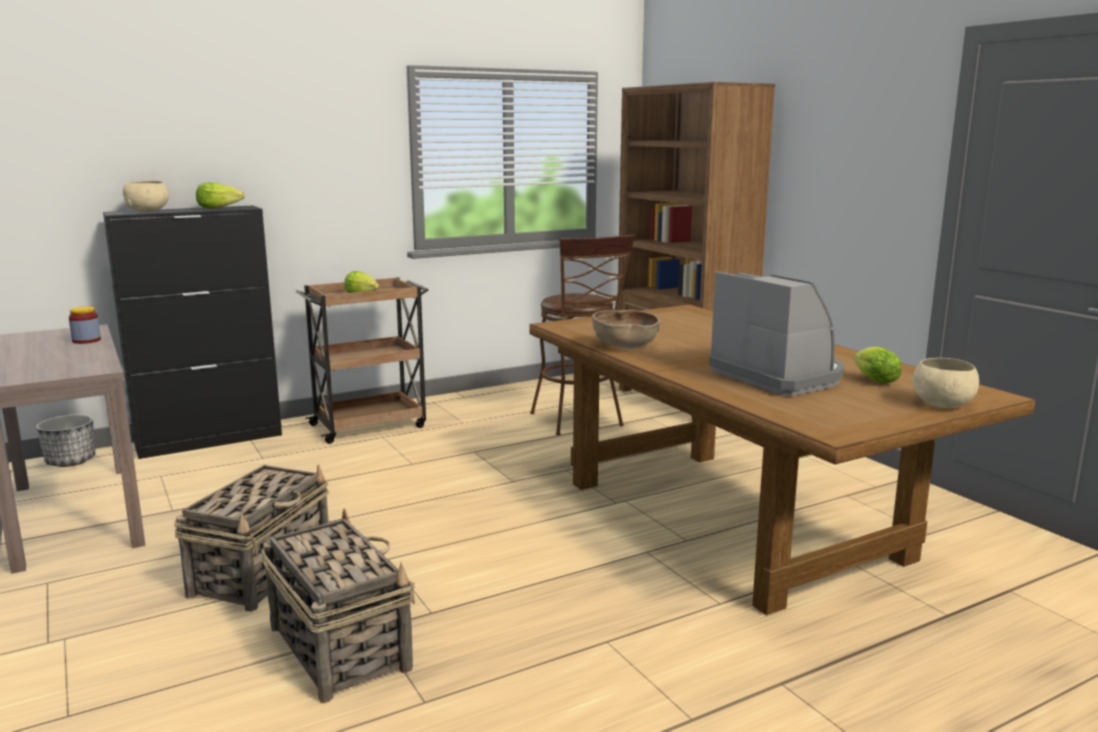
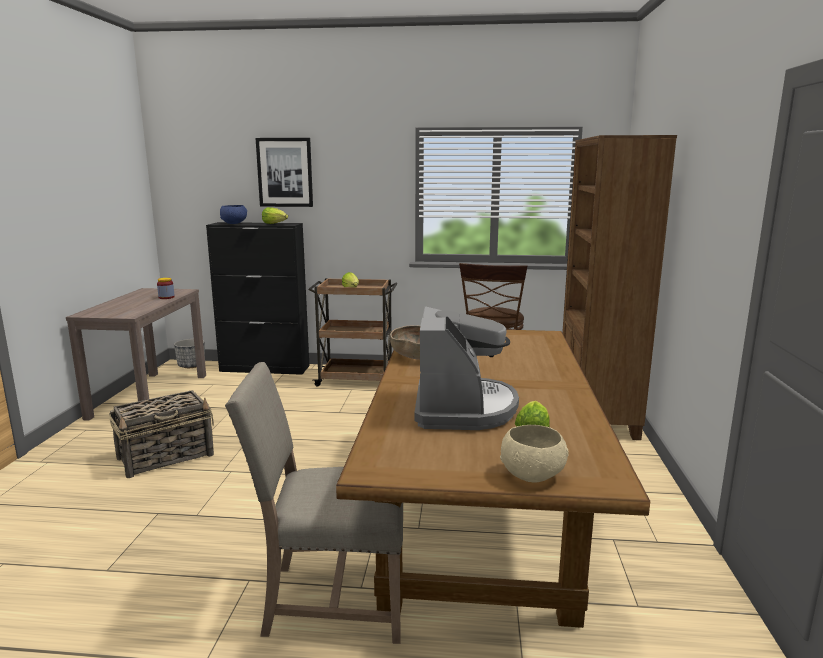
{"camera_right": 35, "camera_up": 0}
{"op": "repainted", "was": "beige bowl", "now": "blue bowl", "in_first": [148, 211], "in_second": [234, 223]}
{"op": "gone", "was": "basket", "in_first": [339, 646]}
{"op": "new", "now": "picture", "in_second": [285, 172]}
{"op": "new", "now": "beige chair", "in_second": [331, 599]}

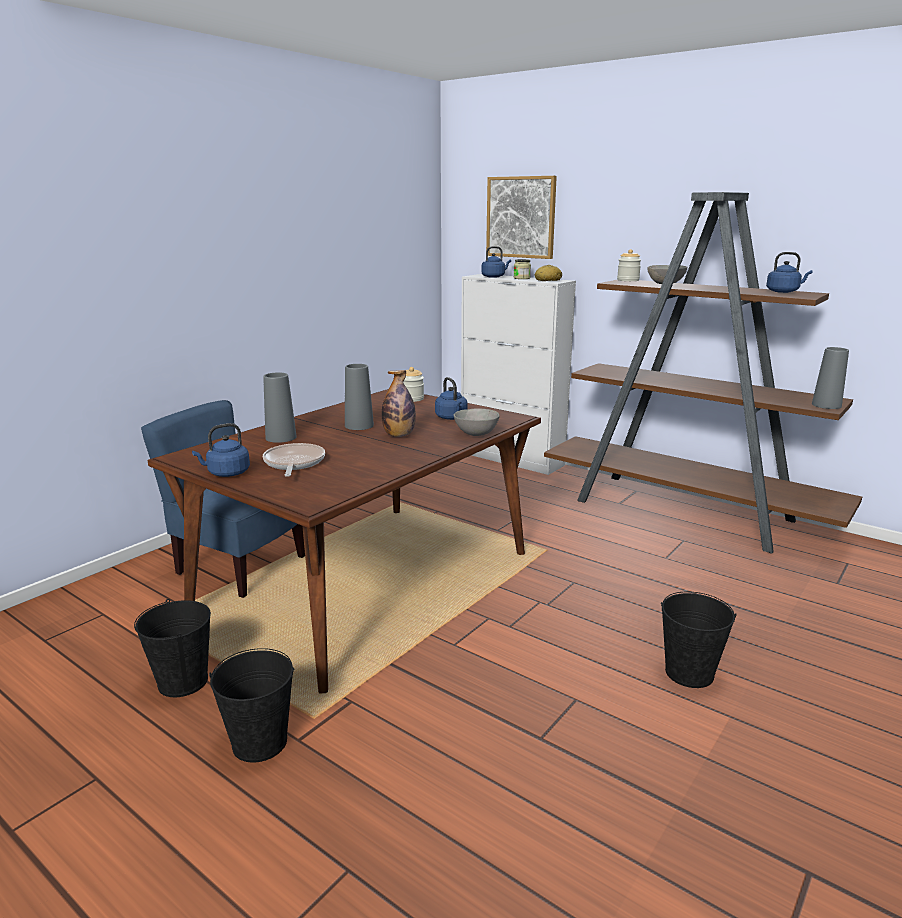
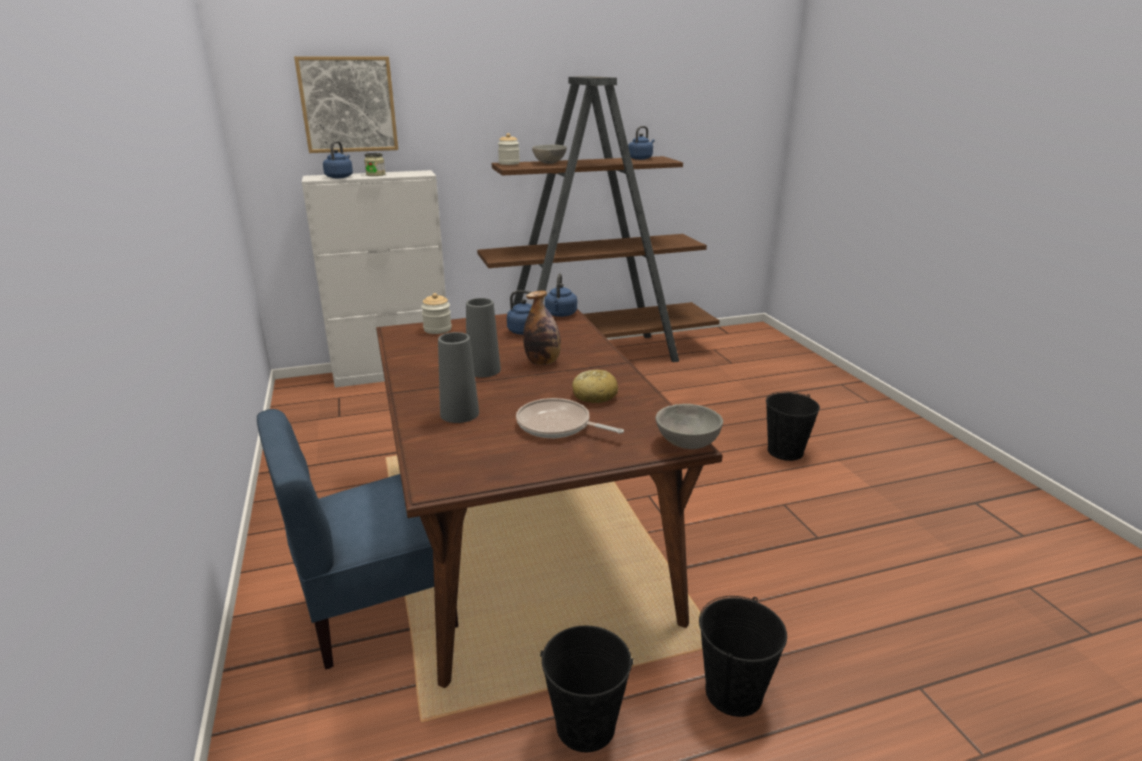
{"camera_right": -55, "camera_up": 5}
{"op": "shifted", "was": "bread", "in_first": [548, 280], "in_second": [594, 395]}
{"op": "gone", "was": "grey vase", "in_first": [826, 405]}
{"op": "shifted", "was": "grey bowl", "in_first": [475, 434], "in_second": [686, 445]}
{"op": "shifted", "was": "blue kettle", "in_first": [226, 473], "in_second": [560, 314]}

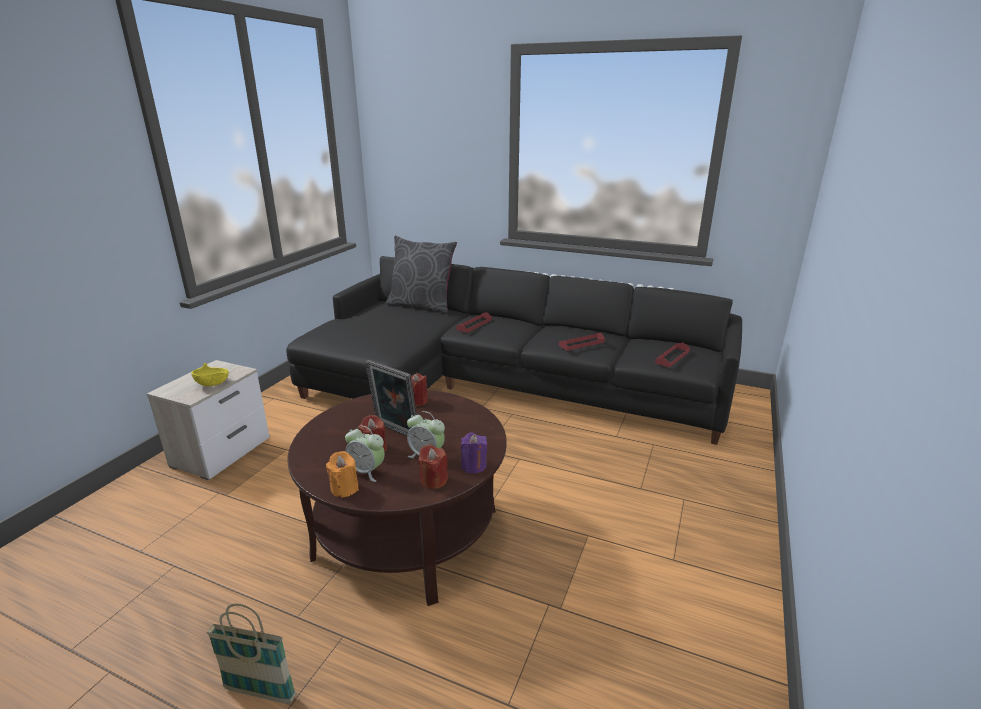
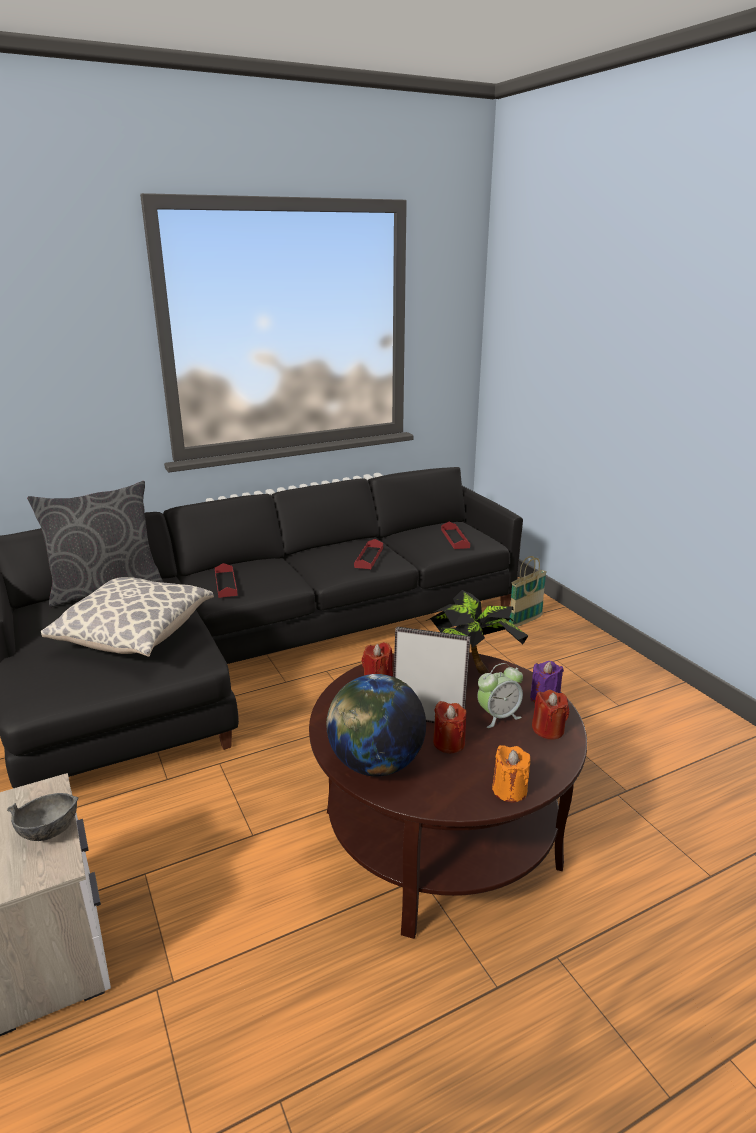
{"camera_right": -50, "camera_up": 0}
{"op": "rotated", "was": "picture frame", "in_first": [395, 432], "in_second": [428, 717], "clockwise": -150}
{"op": "repainted", "was": "yellow bowl", "now": "grey bowl", "in_first": [213, 384], "in_second": [49, 830]}
{"op": "gone", "was": "alarm clock", "in_first": [367, 471]}
{"op": "shifted", "was": "basket", "in_first": [260, 692], "in_second": [525, 621]}
{"op": "new", "now": "pillow", "in_second": [135, 636]}
{"op": "new", "now": "potted plant", "in_second": [470, 669]}
{"op": "new", "now": "globe", "in_second": [376, 764]}

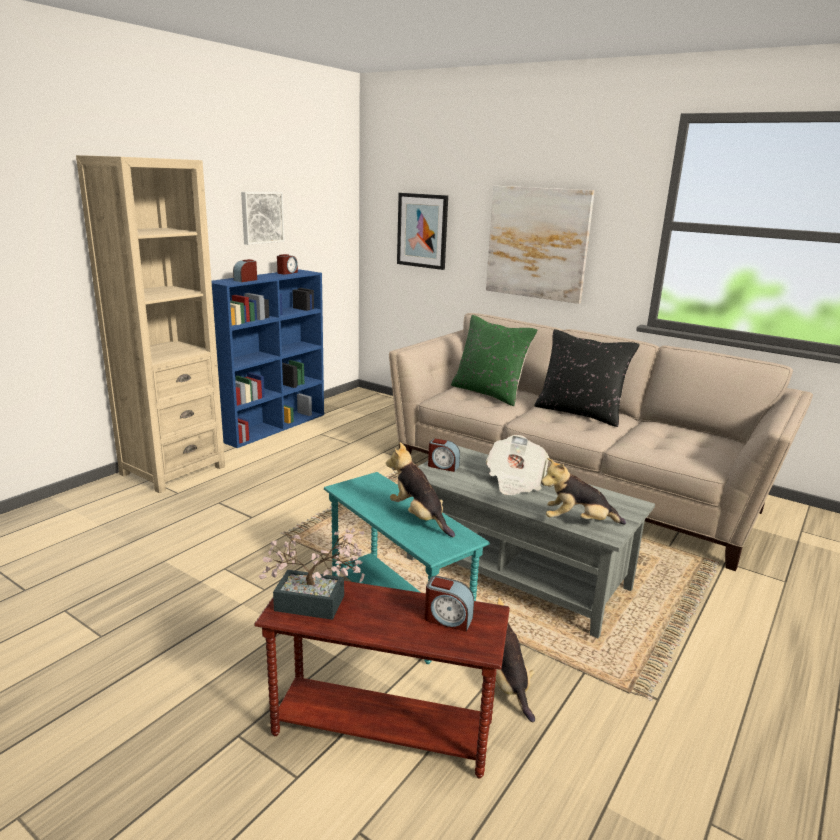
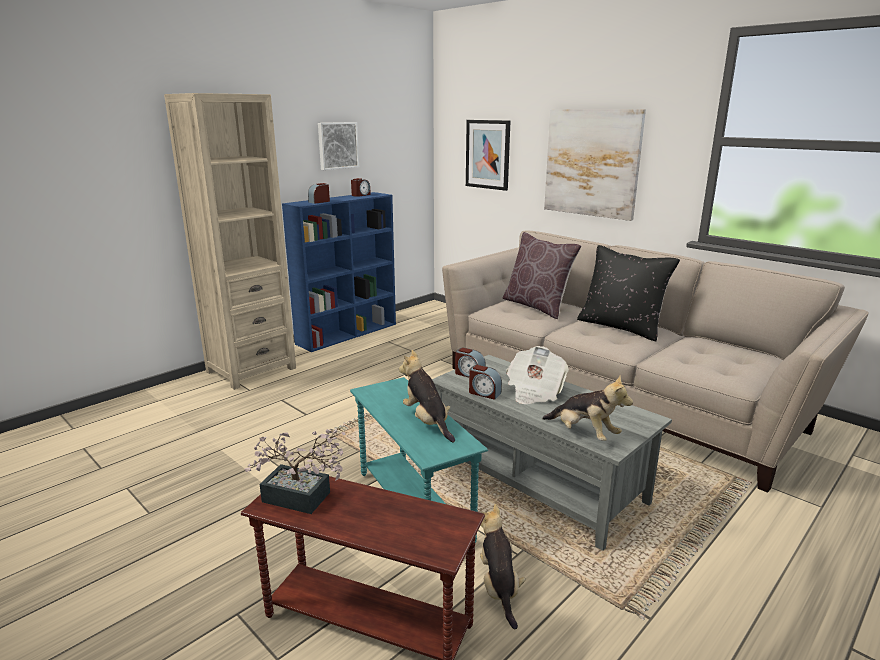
{"camera_right": 10, "camera_up": 0}
{"op": "repainted", "was": "green pillow", "now": "brown pillow", "in_first": [489, 393], "in_second": [537, 306]}
{"op": "rotated", "was": "plush toy", "in_first": [577, 522], "in_second": [584, 434], "clockwise": -150}
{"op": "shifted", "was": "alarm clock", "in_first": [448, 619], "in_second": [484, 393]}

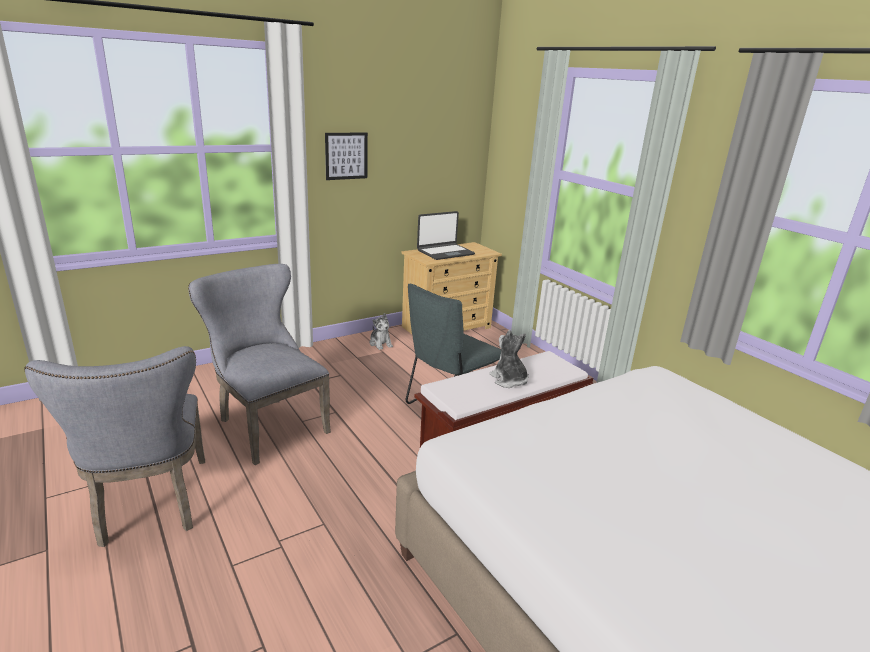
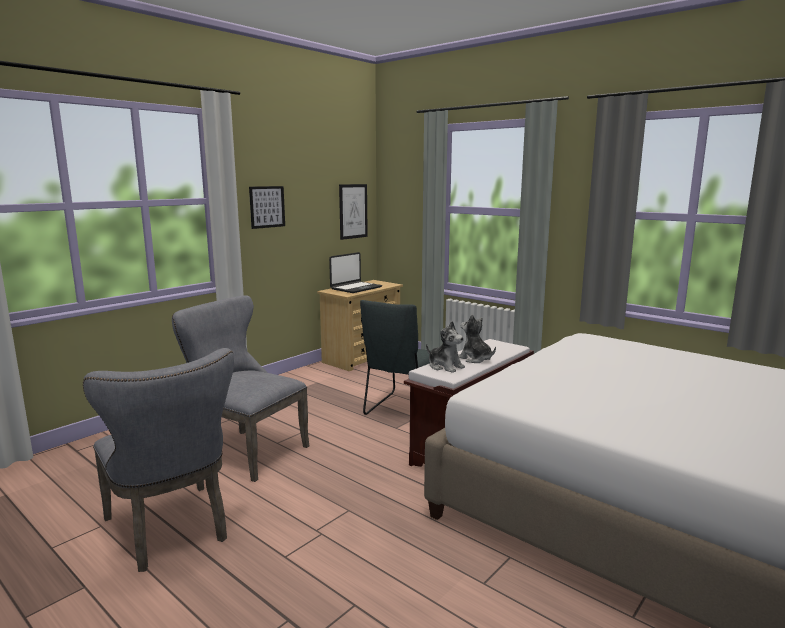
{"camera_right": -15, "camera_up": -10}
{"op": "shifted", "was": "plush toy", "in_first": [380, 343], "in_second": [445, 366]}
{"op": "new", "now": "picture", "in_second": [353, 211]}

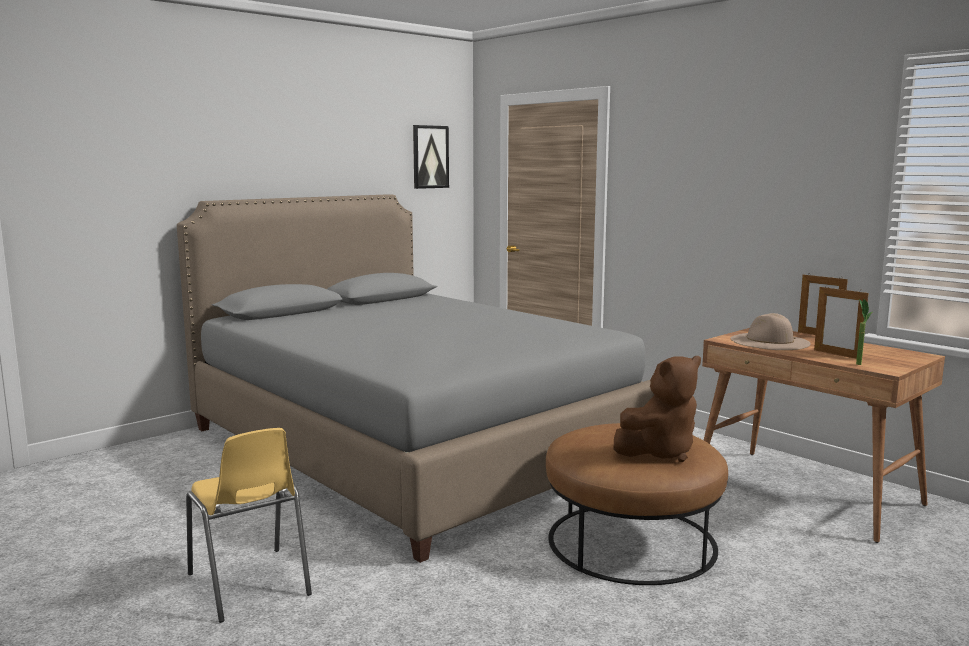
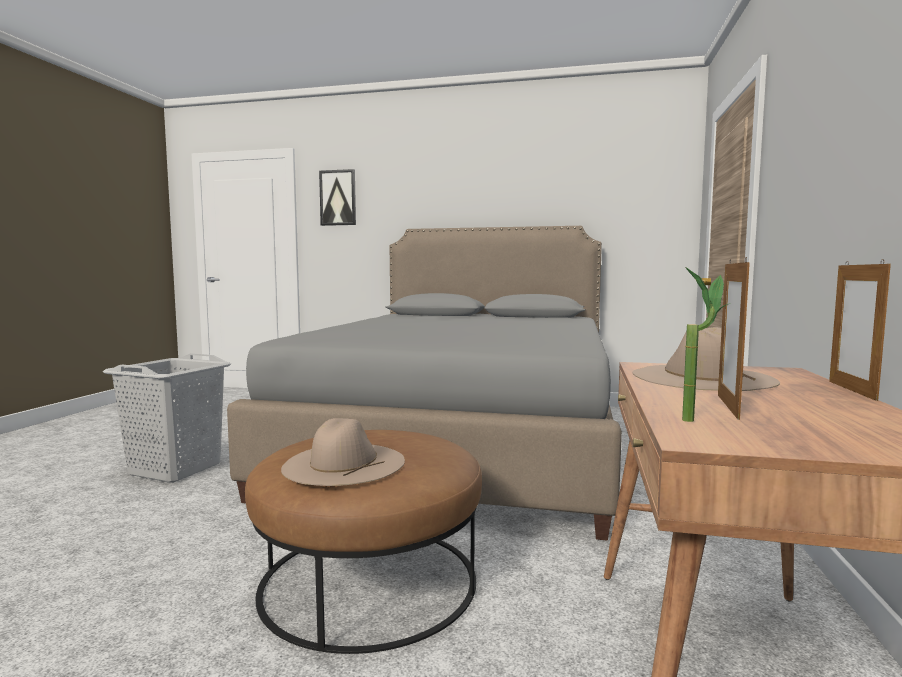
{"camera_right": 55, "camera_up": -5}
{"op": "shifted", "was": "picture", "in_first": [430, 157], "in_second": [338, 198]}
{"op": "swapped", "was": "brown plush toy", "now": "beige hat", "in_first": [659, 452], "in_second": [344, 463]}
{"op": "swapped", "was": "yellow chair", "now": "grey laundry basket", "in_first": [249, 585], "in_second": [174, 469]}

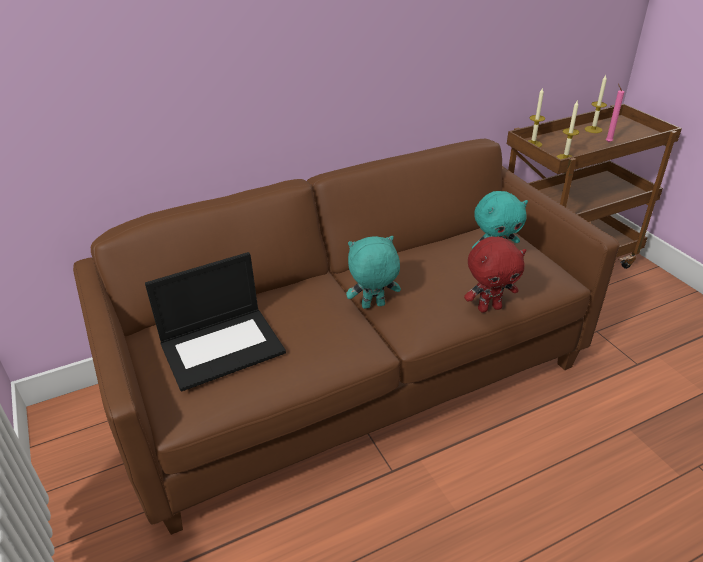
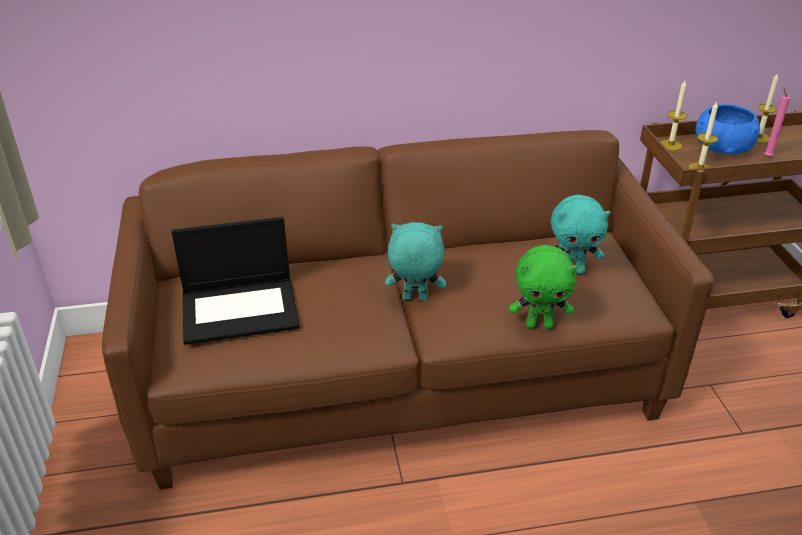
{"camera_right": 15, "camera_up": 0}
{"op": "repainted", "was": "red plush toy", "now": "green plush toy", "in_first": [489, 307], "in_second": [539, 325]}
{"op": "new", "now": "blue bowl", "in_second": [722, 148]}

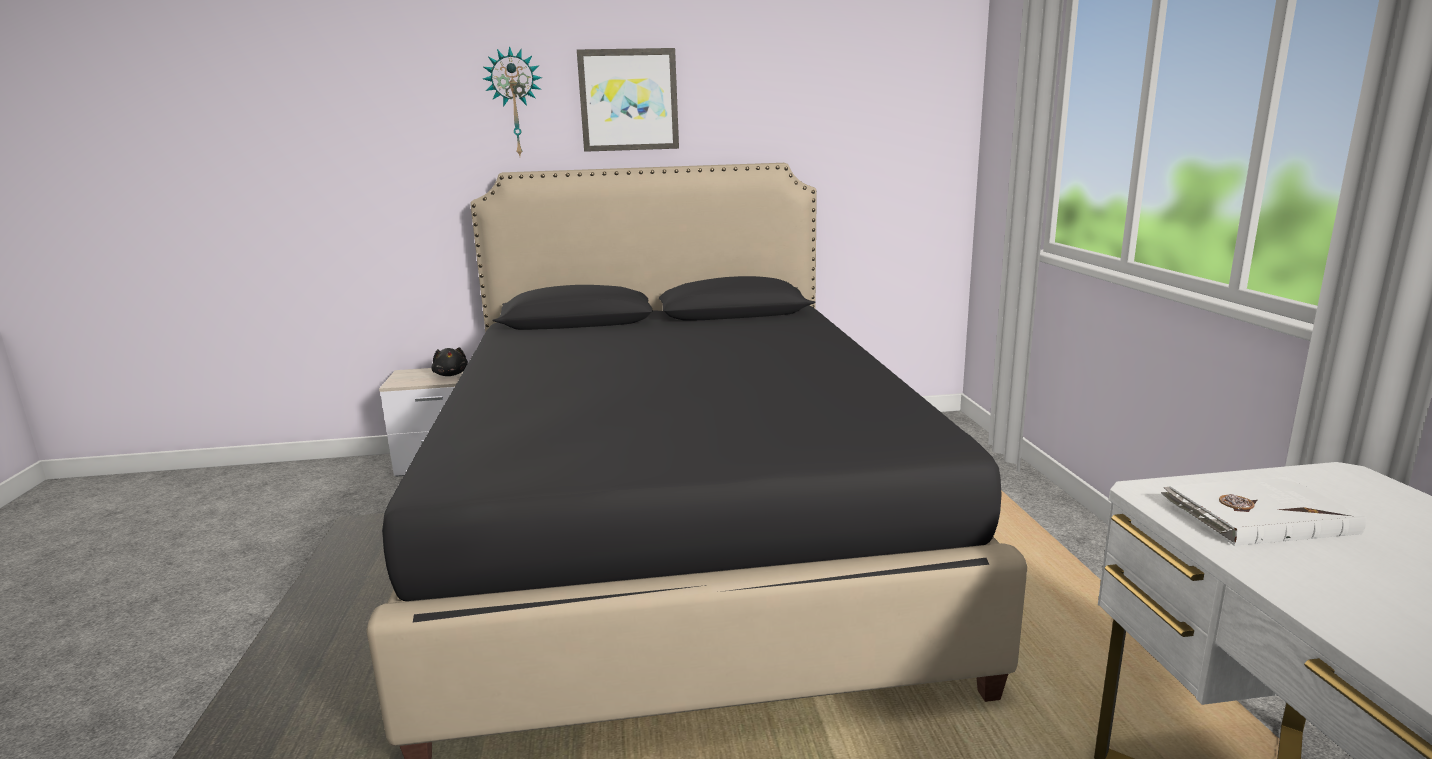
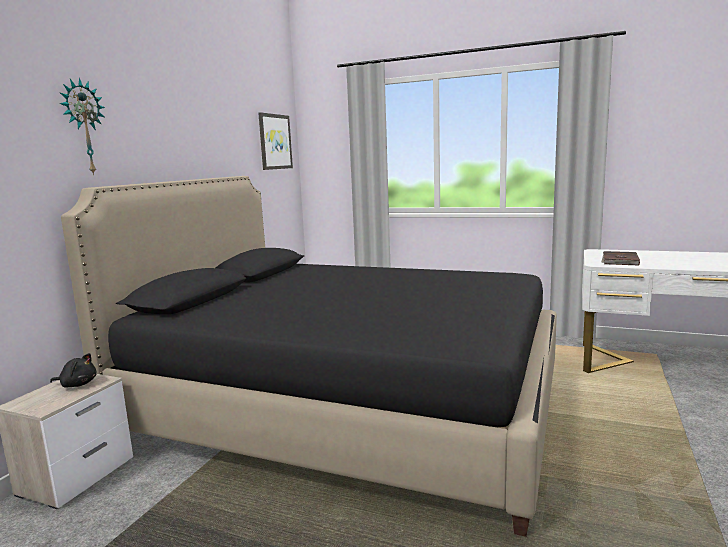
{"camera_right": -60, "camera_up": -5}
{"op": "shifted", "was": "picture", "in_first": [628, 100], "in_second": [274, 142]}
{"op": "repainted", "was": "white book", "now": "brown book", "in_first": [1256, 515], "in_second": [619, 260]}

